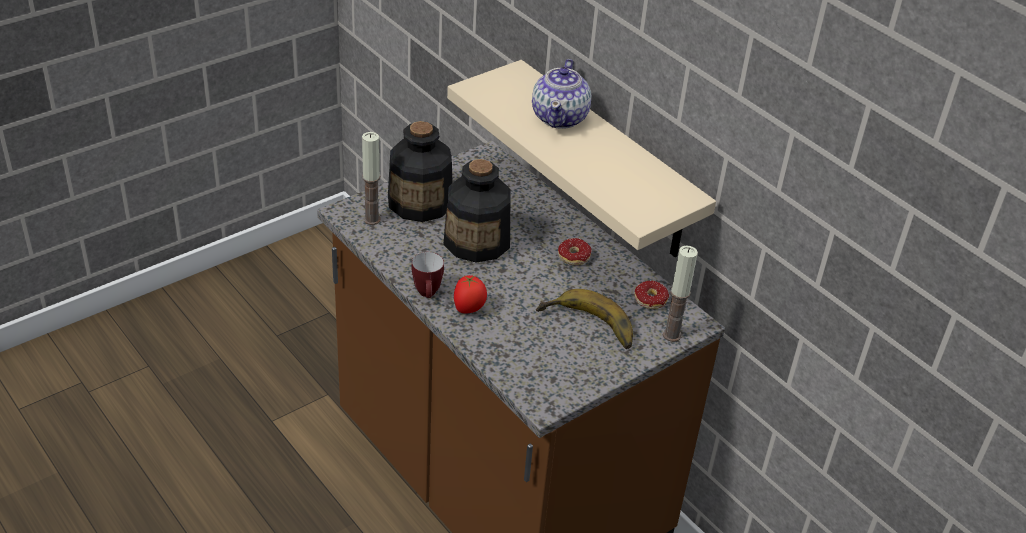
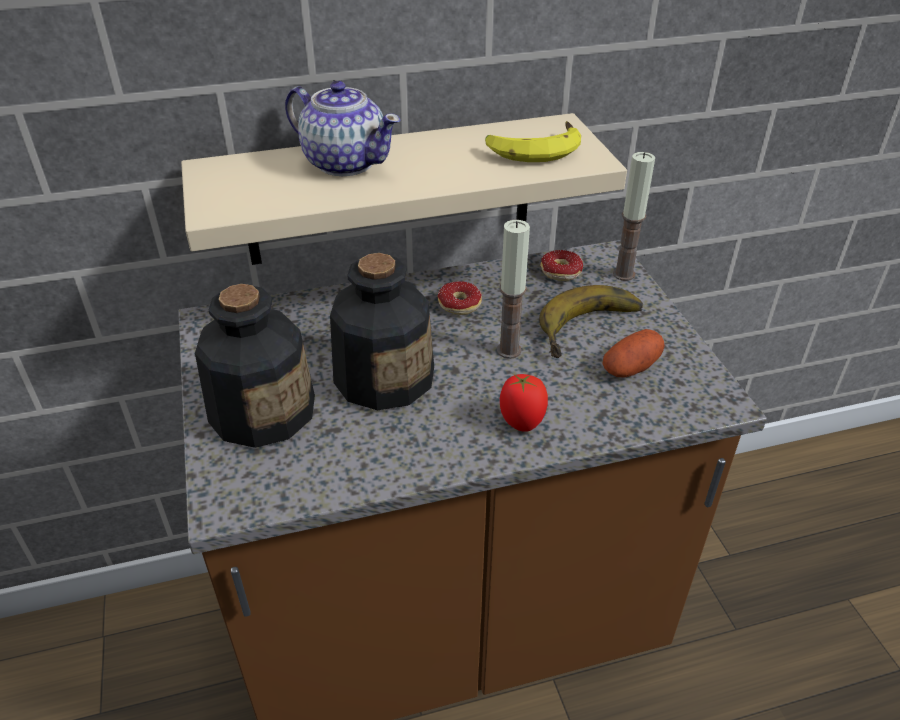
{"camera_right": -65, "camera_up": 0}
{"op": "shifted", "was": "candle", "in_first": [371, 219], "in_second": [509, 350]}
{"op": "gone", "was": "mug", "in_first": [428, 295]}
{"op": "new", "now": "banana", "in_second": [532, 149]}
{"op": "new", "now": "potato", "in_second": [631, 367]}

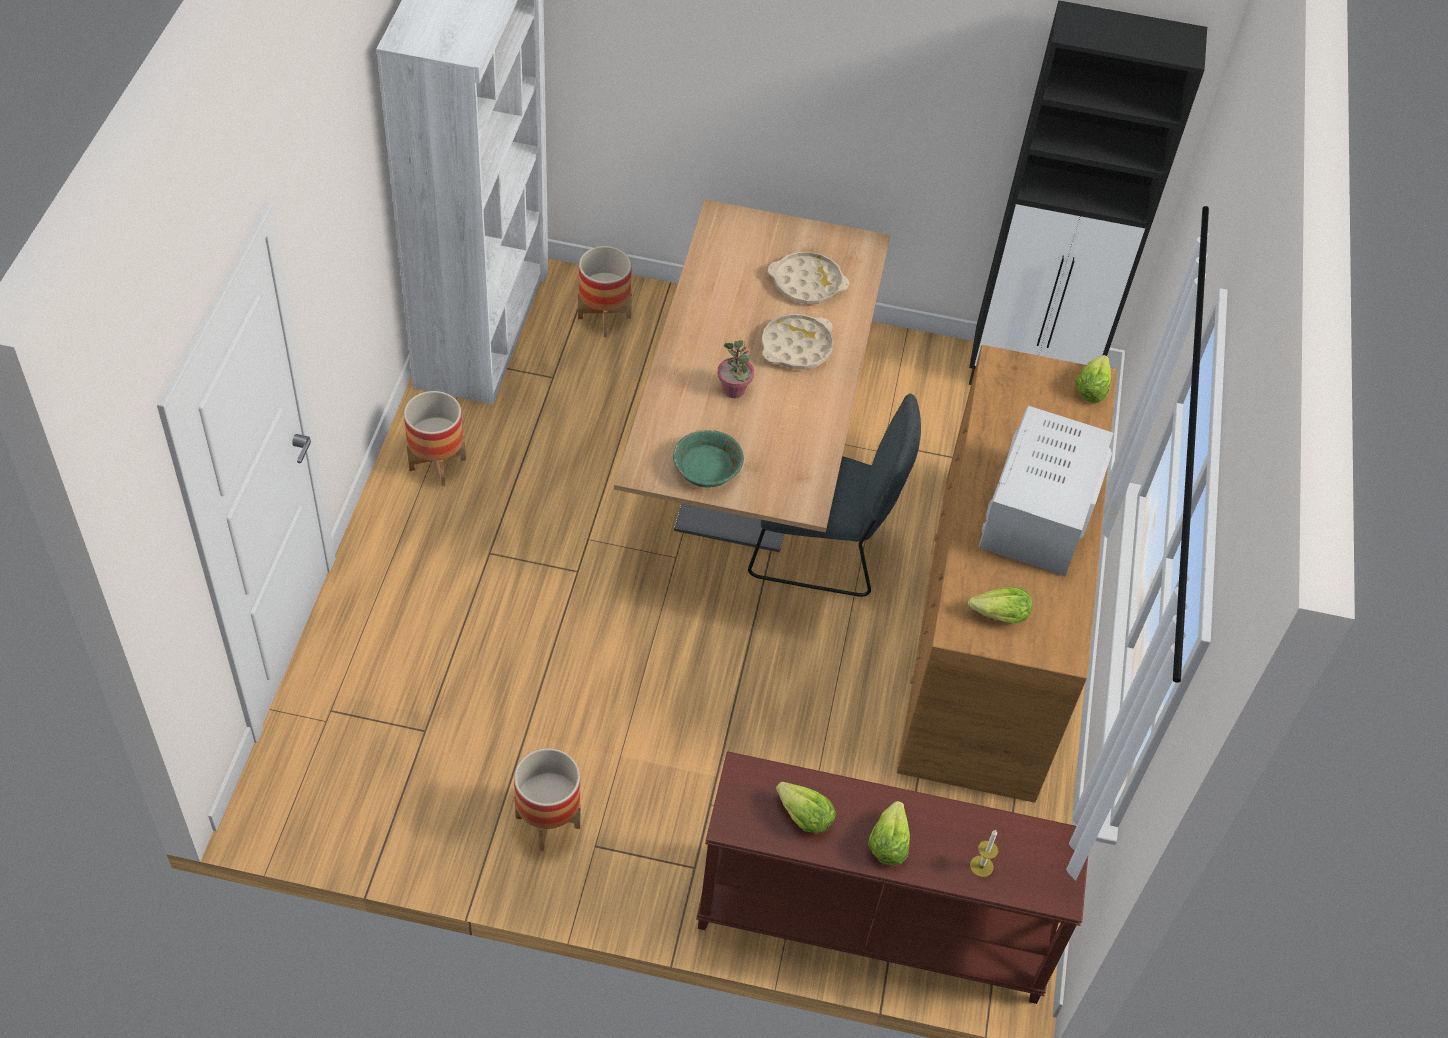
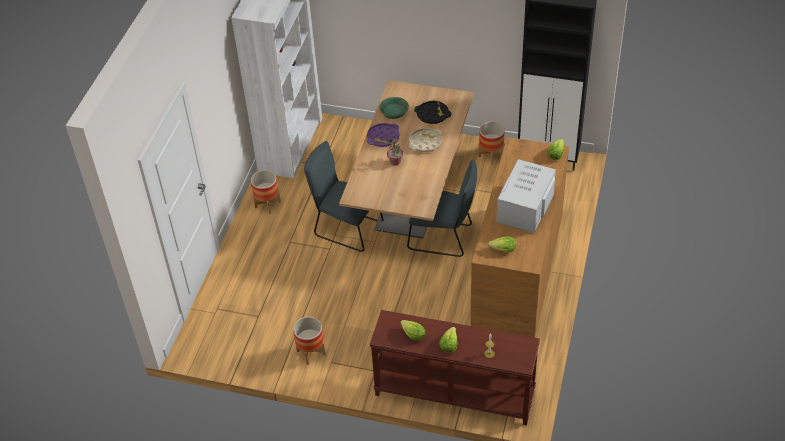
{"camera_right": 10, "camera_up": -5}
{"op": "shifted", "was": "planter", "in_first": [604, 317], "in_second": [491, 155]}
{"op": "repainted", "was": "beige tray", "now": "black tray", "in_first": [807, 283], "in_second": [432, 115]}
{"op": "shifted", "was": "green bowl", "in_first": [707, 468], "in_second": [394, 112]}
{"op": "new", "now": "purple tray", "in_second": [383, 137]}
{"op": "new", "now": "grey chair", "in_second": [345, 228]}

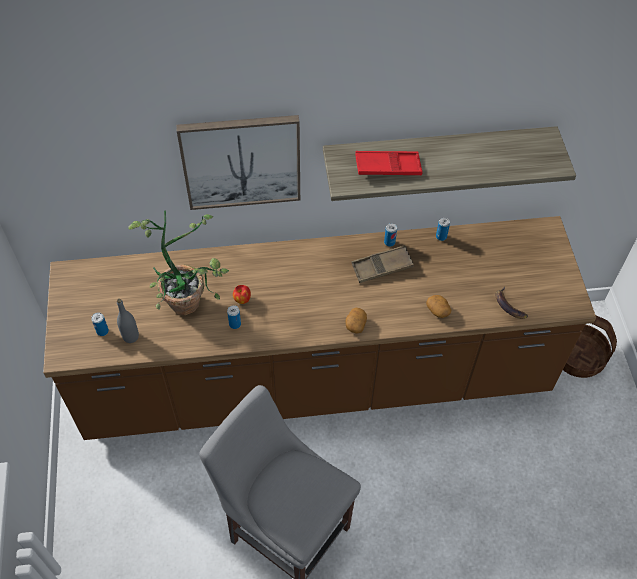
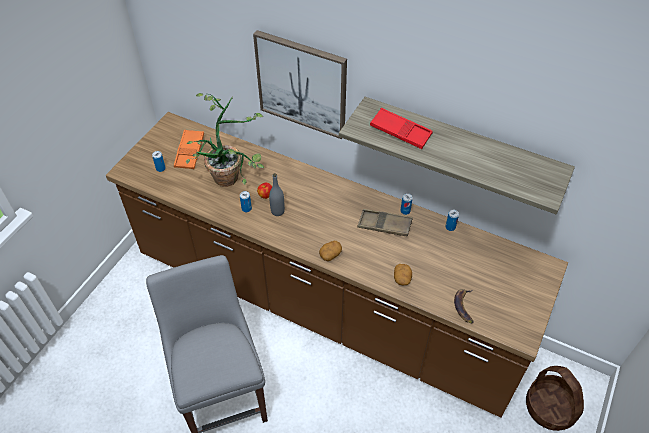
{"camera_right": 35, "camera_up": -5}
{"op": "shifted", "was": "grey bottle", "in_first": [131, 336], "in_second": [277, 211]}
{"op": "new", "now": "orange tray", "in_second": [189, 152]}

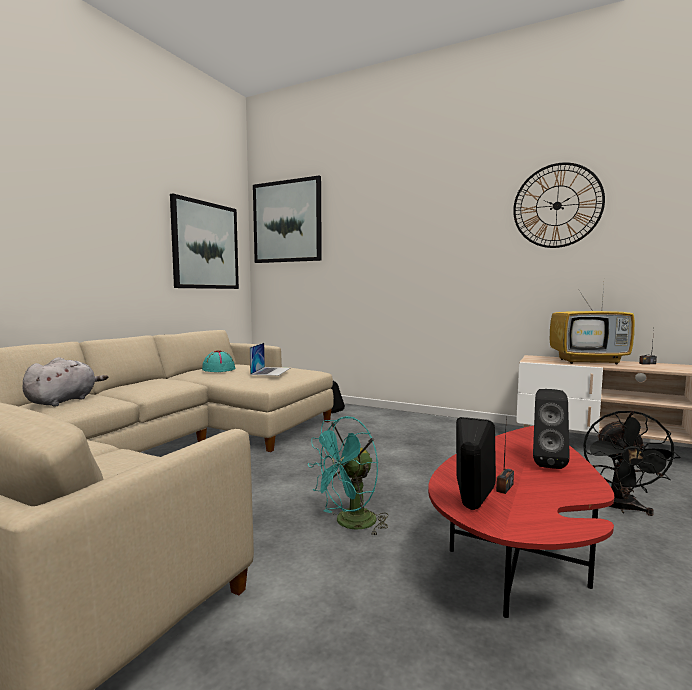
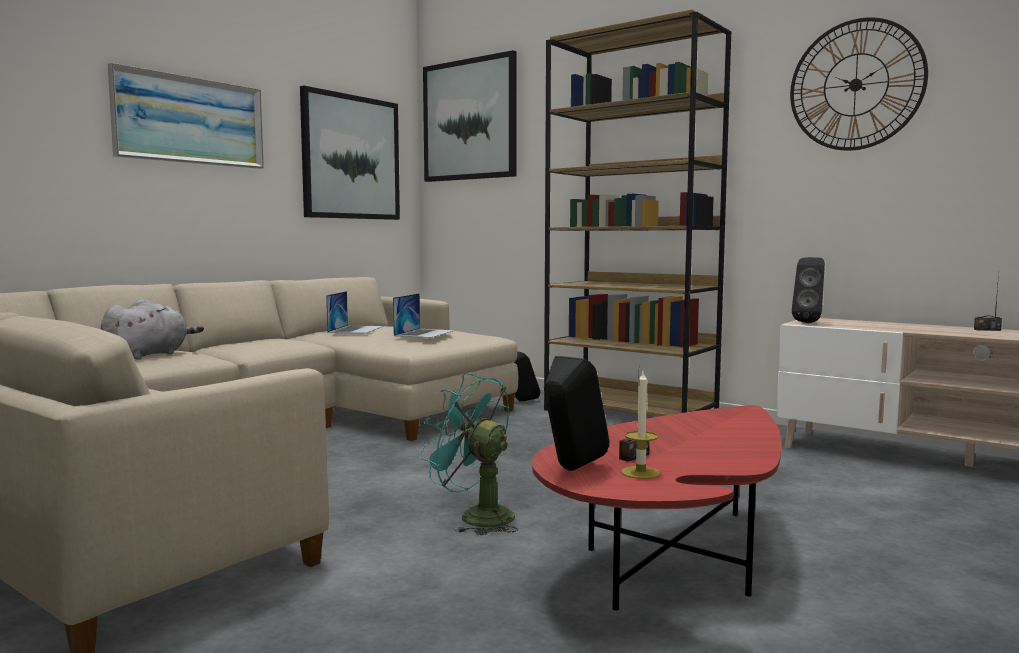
{"camera_right": 10, "camera_up": 0}
{"op": "gone", "was": "television", "in_first": [589, 361]}
{"op": "swapped", "was": "turquoise hat", "now": "laptop", "in_first": [218, 369], "in_second": [356, 329]}
{"op": "shifted", "was": "black speaker", "in_first": [547, 463], "in_second": [808, 322]}
{"op": "gone", "was": "black fan", "in_first": [620, 509]}
{"op": "rotated", "was": "turquoise fan", "in_first": [349, 524], "in_second": [475, 516], "clockwise": 60}
{"op": "new", "now": "brown bookcase", "in_second": [631, 413]}
{"op": "new", "now": "picture", "in_second": [190, 120]}
{"op": "new", "now": "candle", "in_second": [640, 472]}

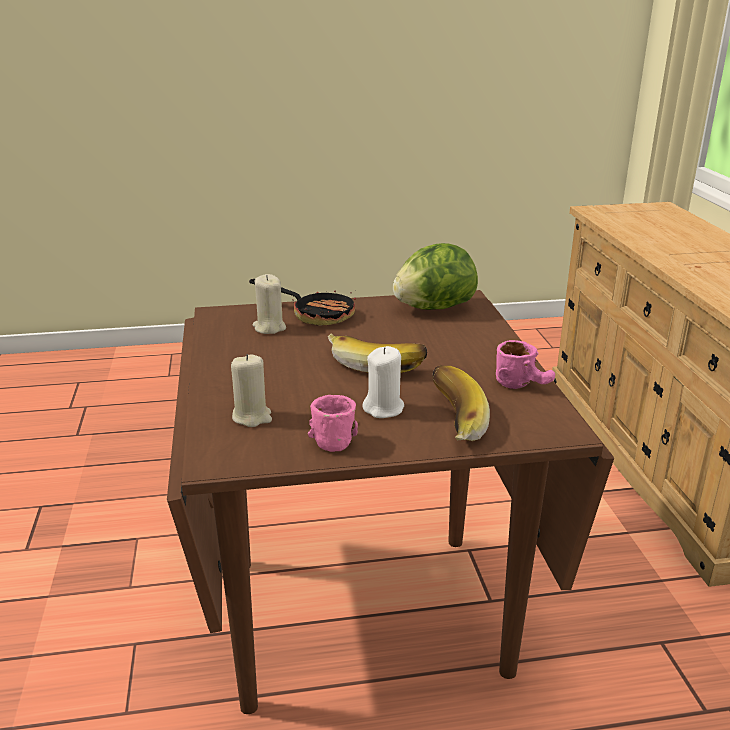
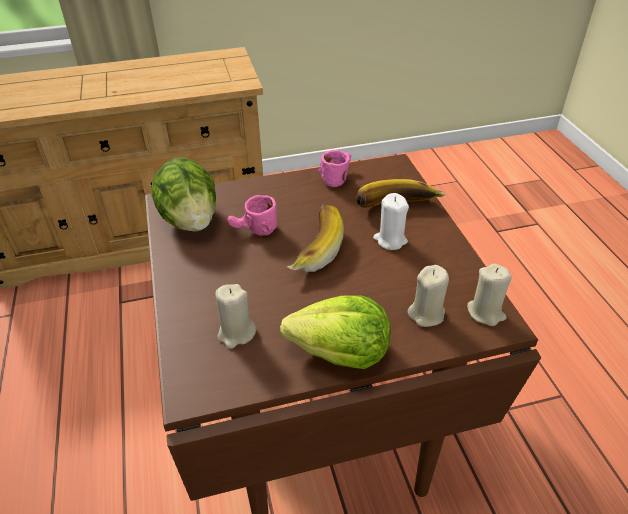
{"camera_right": -95, "camera_up": 15}
{"op": "gone", "was": "frying pan", "in_first": [315, 314]}
{"op": "shifted", "was": "pink mug", "in_first": [330, 436], "in_second": [253, 231]}
{"op": "new", "now": "beige candle", "in_second": [486, 312]}
{"op": "new", "now": "lettuce", "in_second": [340, 352]}

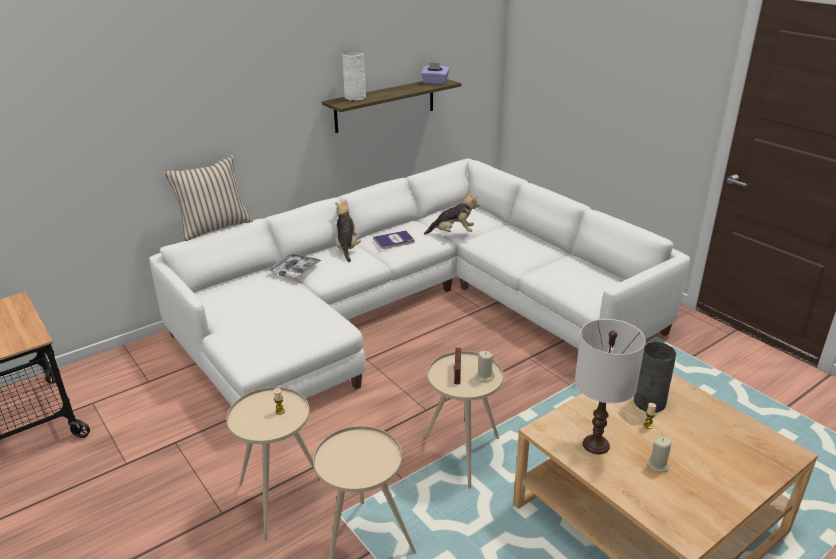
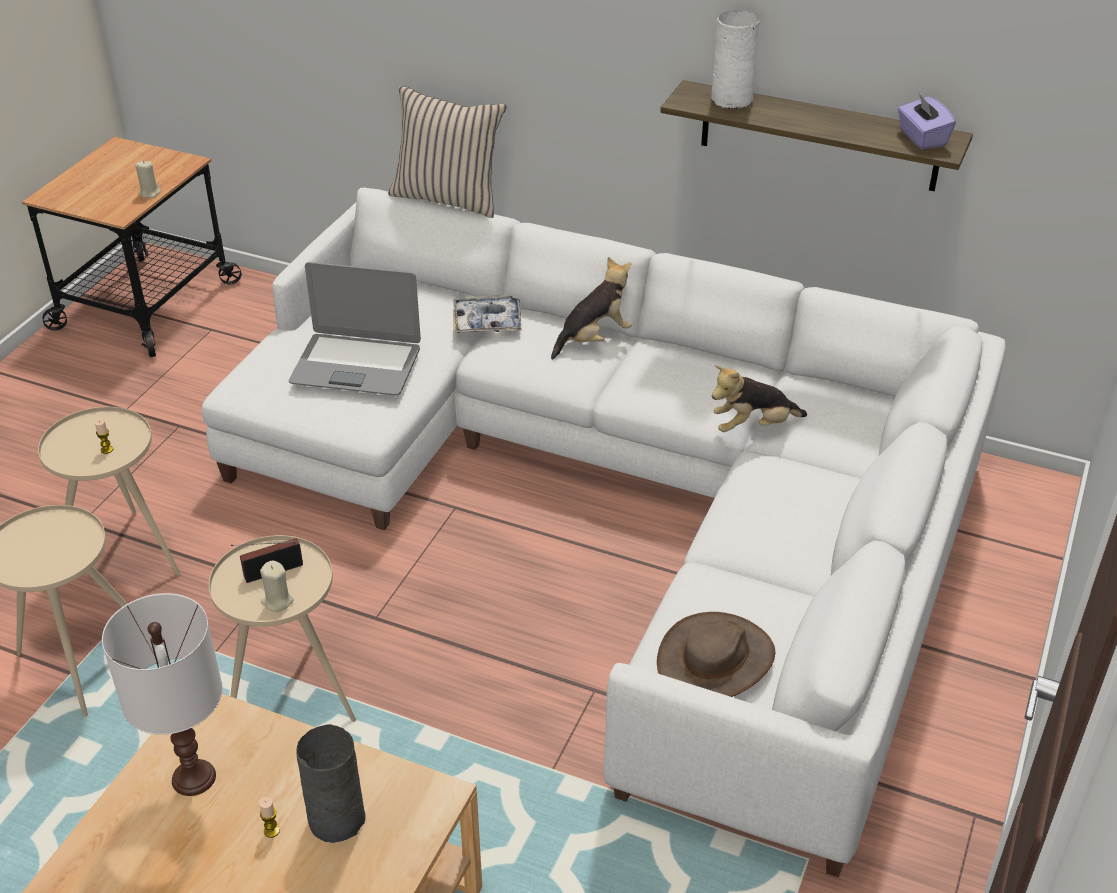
{"camera_right": 60, "camera_up": 10}
{"op": "rotated", "was": "plush toy", "in_first": [453, 233], "in_second": [753, 426], "clockwise": 105}
{"op": "gone", "was": "book", "in_first": [394, 240]}
{"op": "shifted", "was": "beige candle", "in_first": [658, 465], "in_second": [150, 193]}
{"op": "new", "now": "laptop", "in_second": [356, 365]}
{"op": "new", "now": "brown hat", "in_second": [716, 660]}

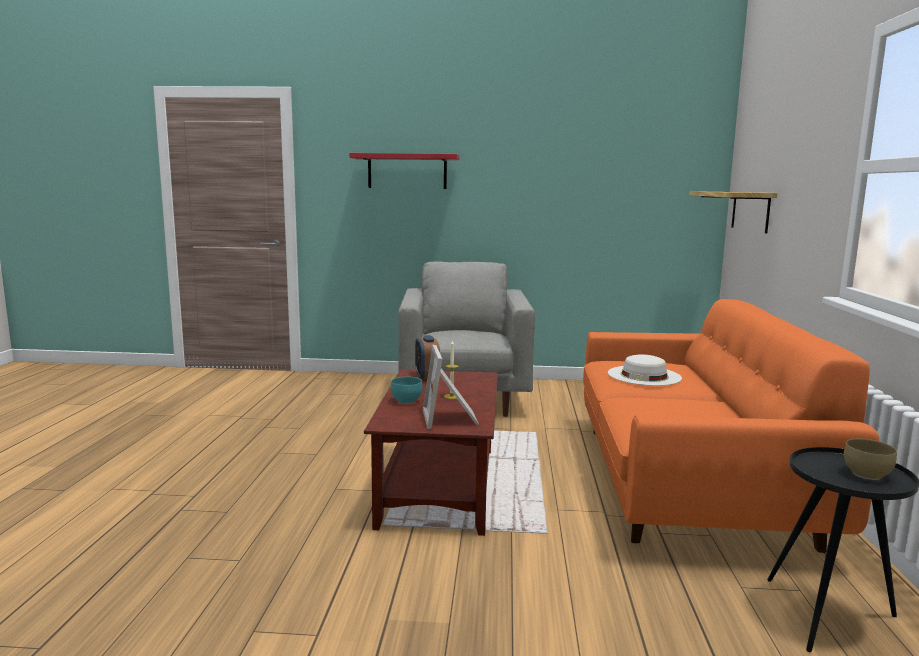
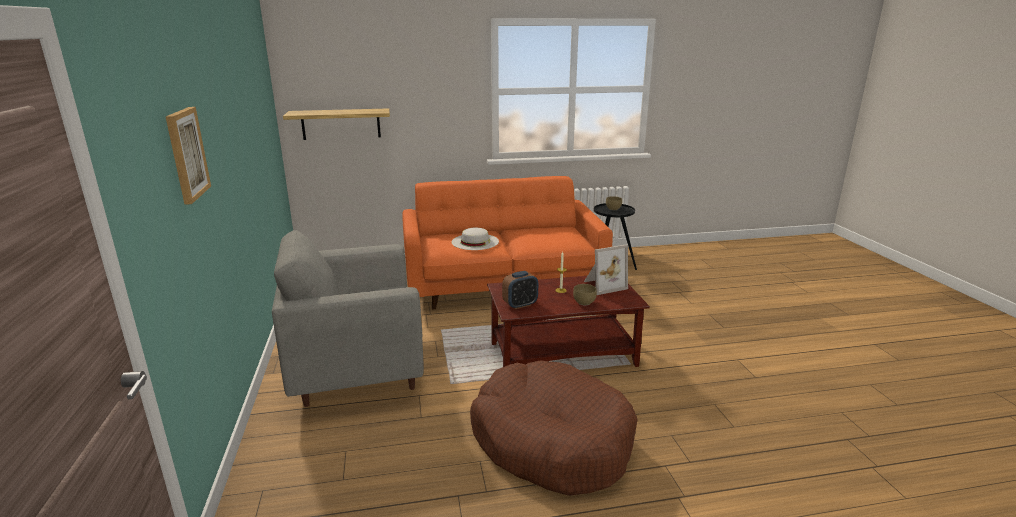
{"camera_right": -105, "camera_up": 10}
{"op": "swapped", "was": "red shelf", "now": "picture", "in_first": [407, 171], "in_second": [186, 154]}
{"op": "repainted", "was": "turquoise bowl", "now": "brown bowl", "in_first": [407, 401], "in_second": [583, 302]}
{"op": "new", "now": "brown dog bed", "in_second": [551, 441]}

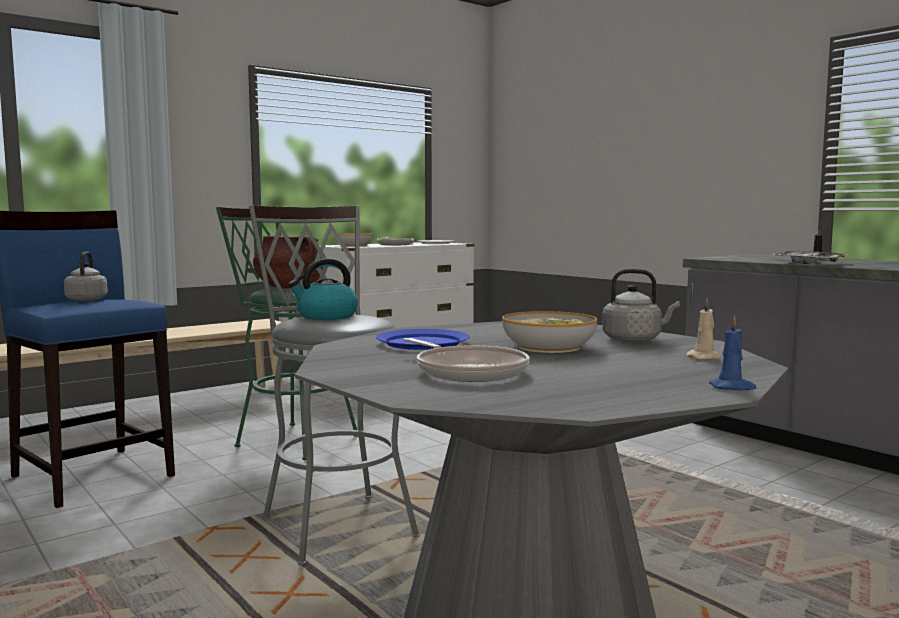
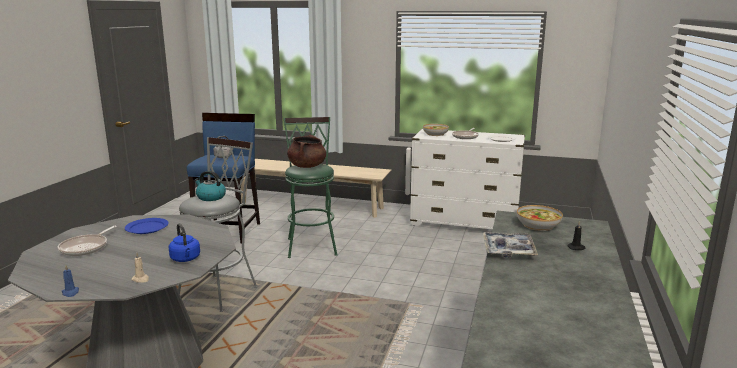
{"camera_right": 55, "camera_up": 10}
{"op": "repainted", "was": "grey kettle", "now": "blue kettle", "in_first": [635, 340], "in_second": [186, 259]}
{"op": "shifted", "was": "bowl", "in_first": [548, 347], "in_second": [537, 225]}

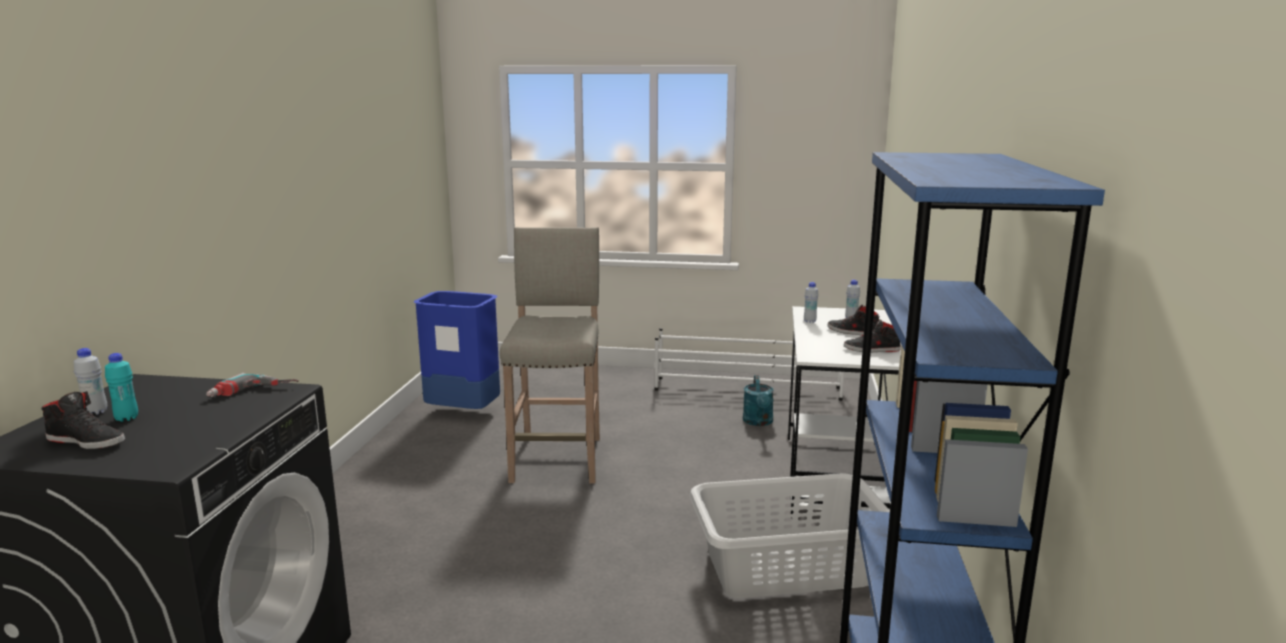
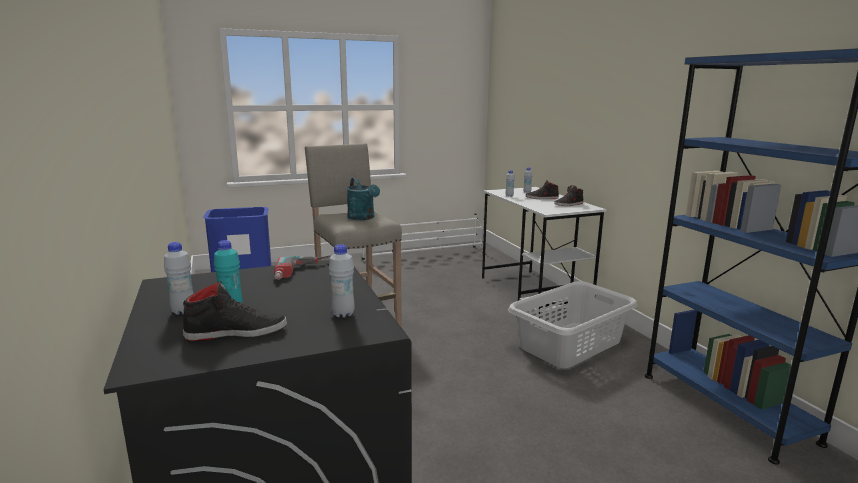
{"camera_right": -30, "camera_up": 0}
{"op": "shifted", "was": "turquoise watering can", "in_first": [758, 422], "in_second": [363, 218]}
{"op": "new", "now": "white bottle", "in_second": [343, 314]}

